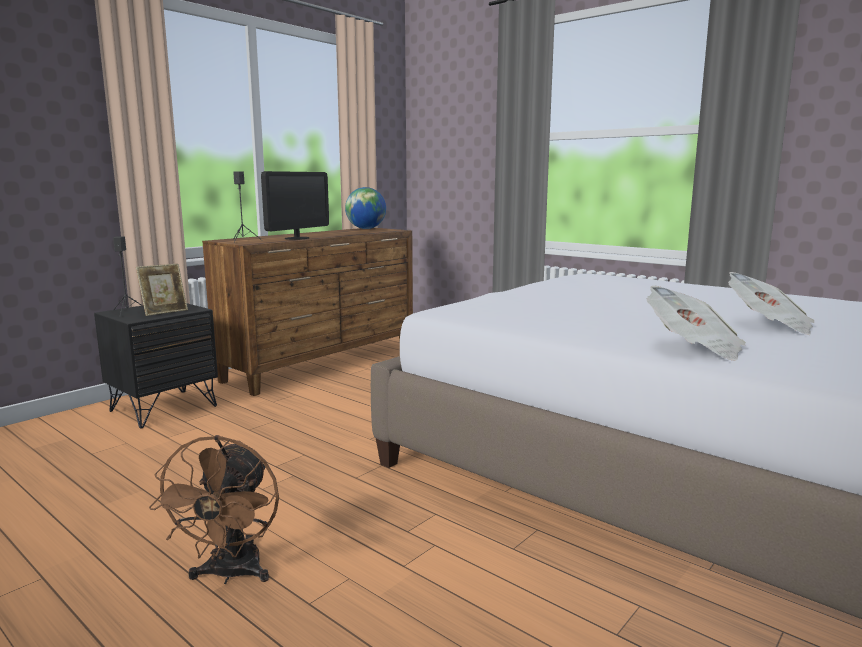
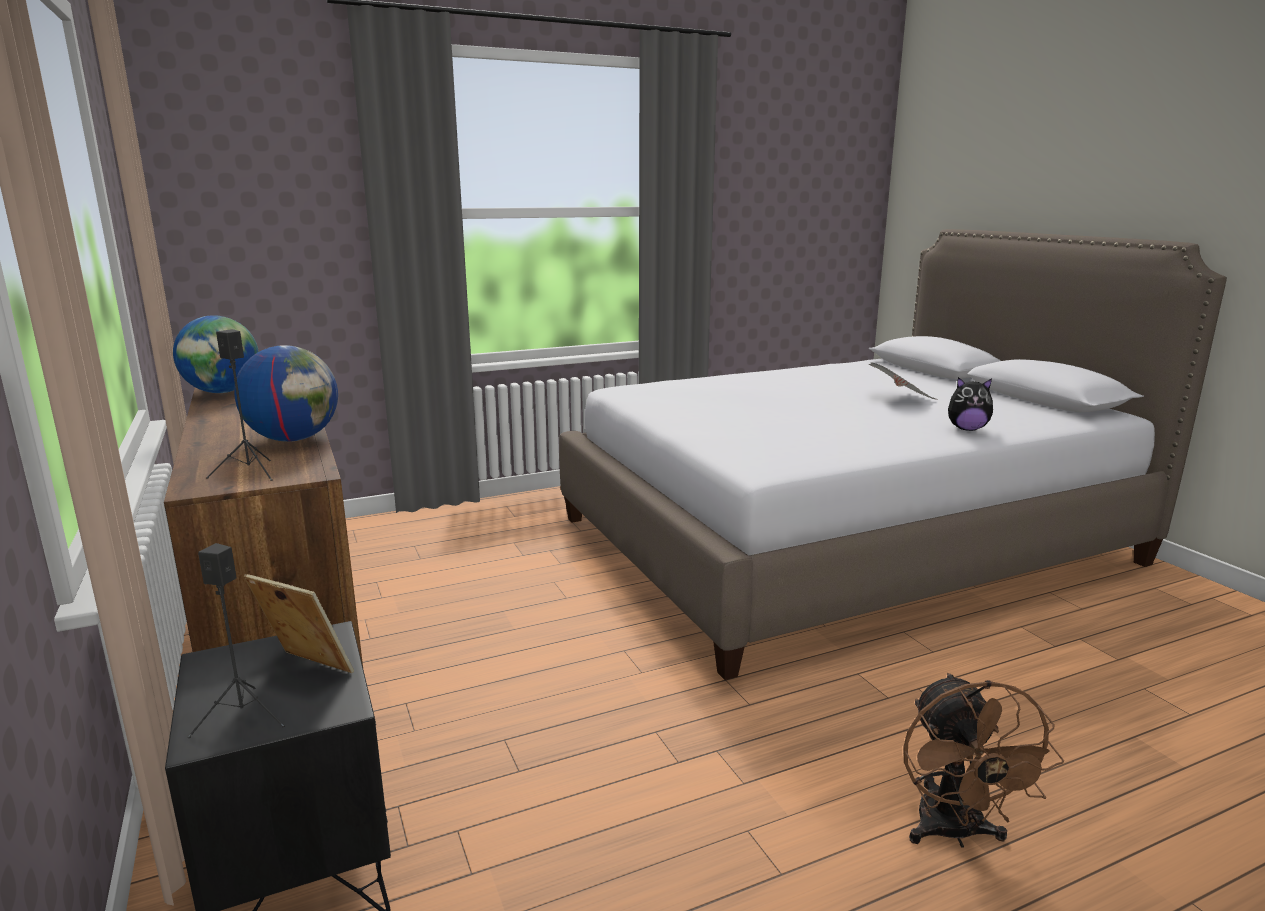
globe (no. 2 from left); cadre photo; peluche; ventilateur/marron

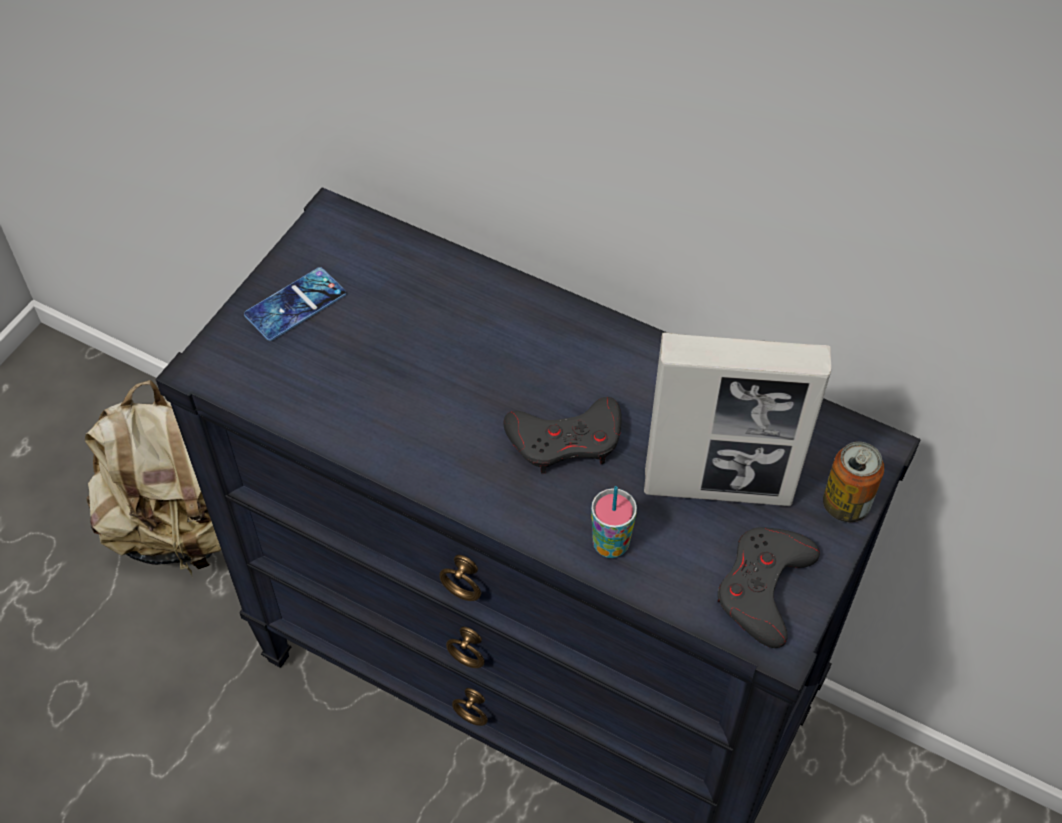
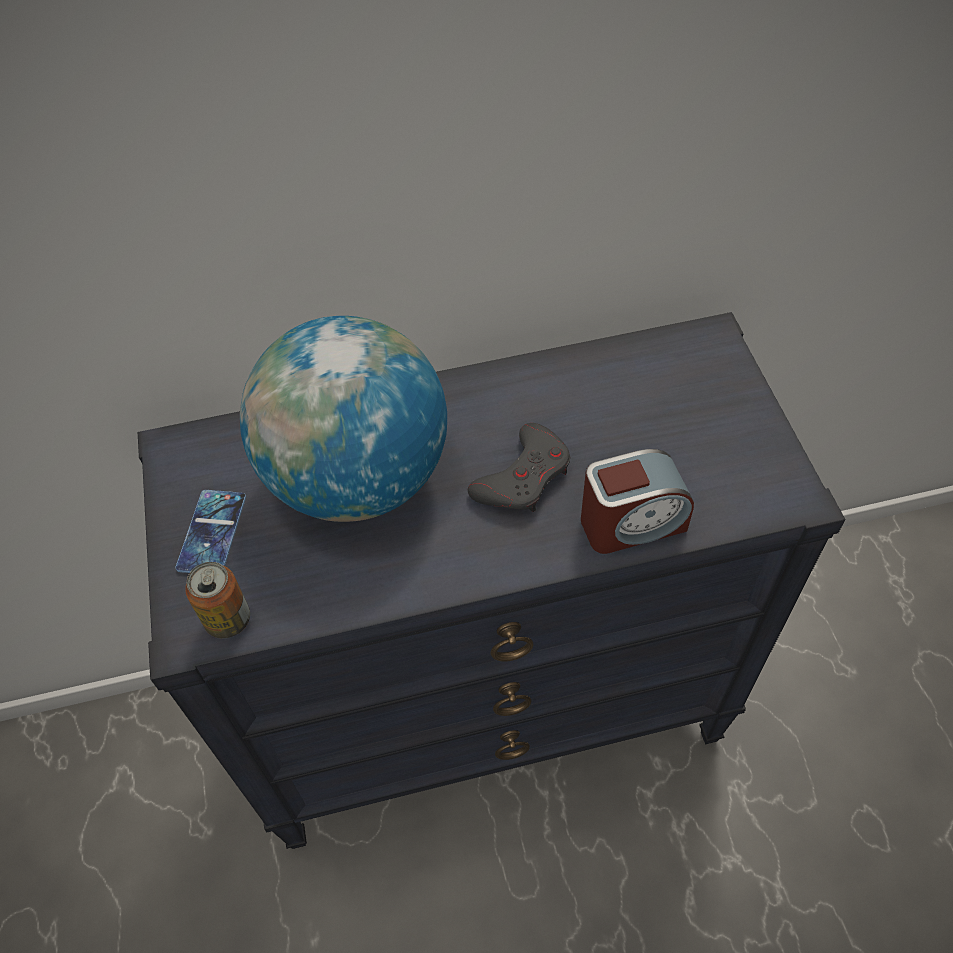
cadre photo; sac à dos/beige; boîte métallique; réveil; manette/gris (no. 2 from left in the first image); globe

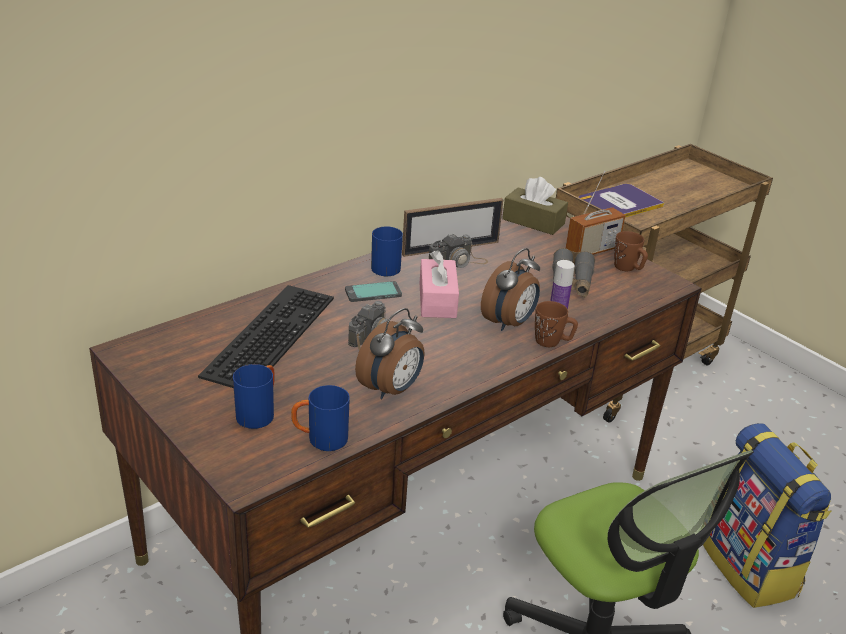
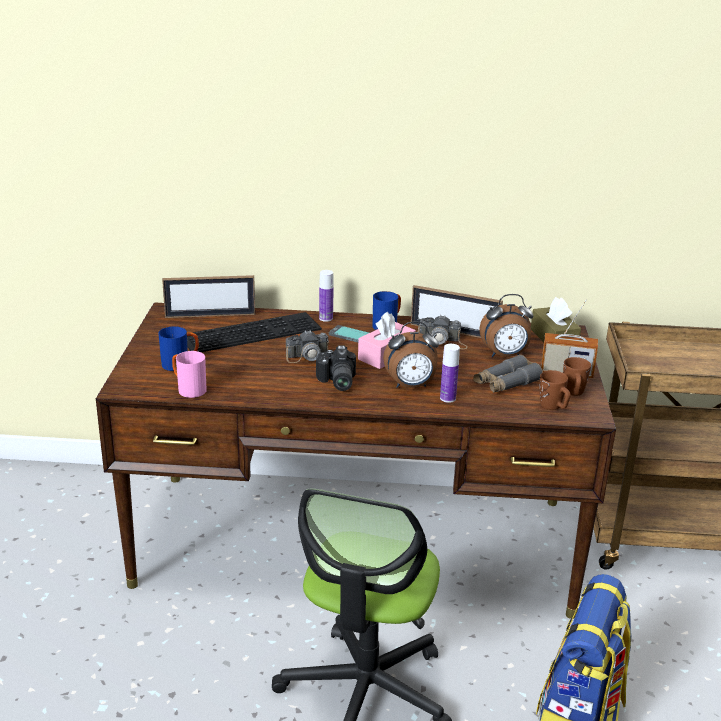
livre; mug/marron (no. 1 from left); réveil (no. 2 from left); mug/rose; bouteille (no. 1 from left); cadre photo (no. 1 from left); appareil photo (no. 2 from left)

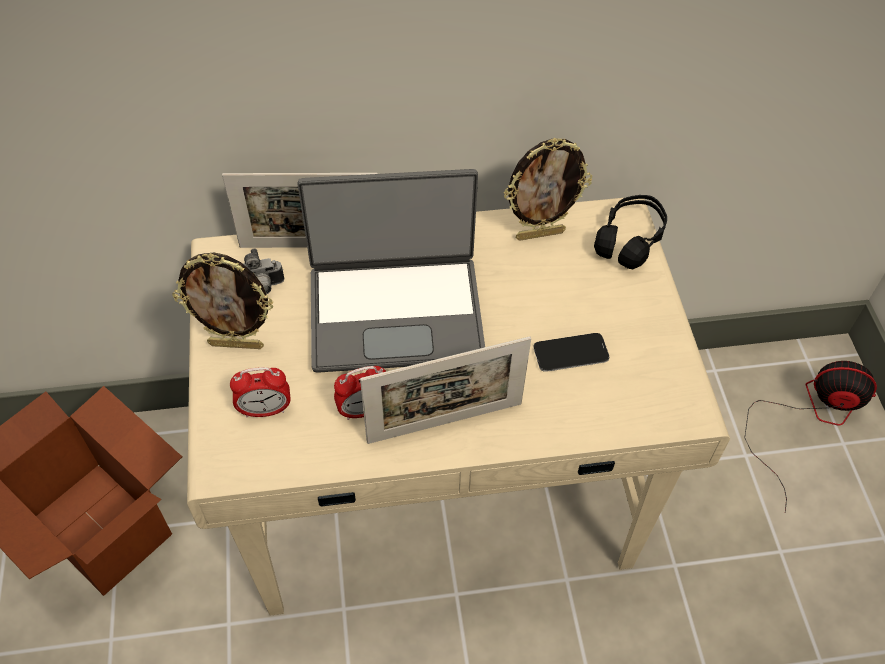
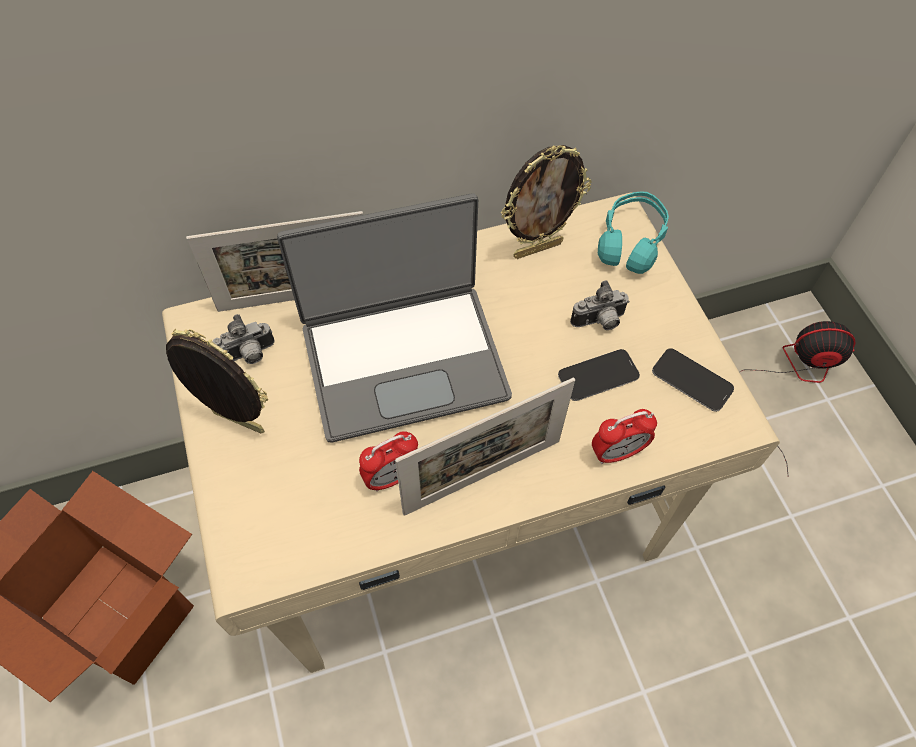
casque audio/turquoise; cadre photo (no. 1 from left); réveil (no. 2 from left); appareil photo (no. 2 from left); téléphone (no. 2 from left)

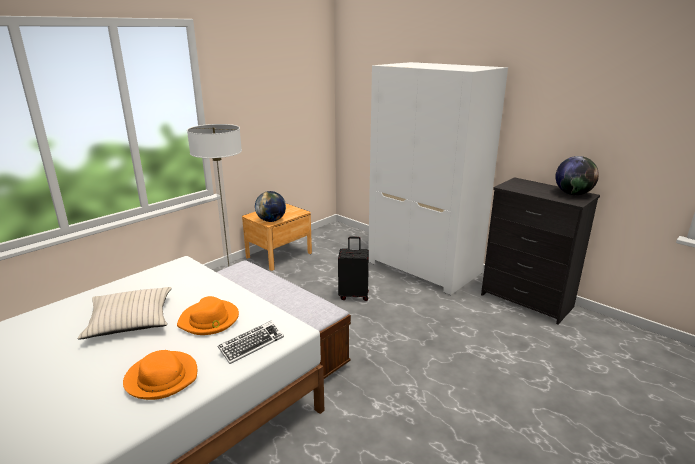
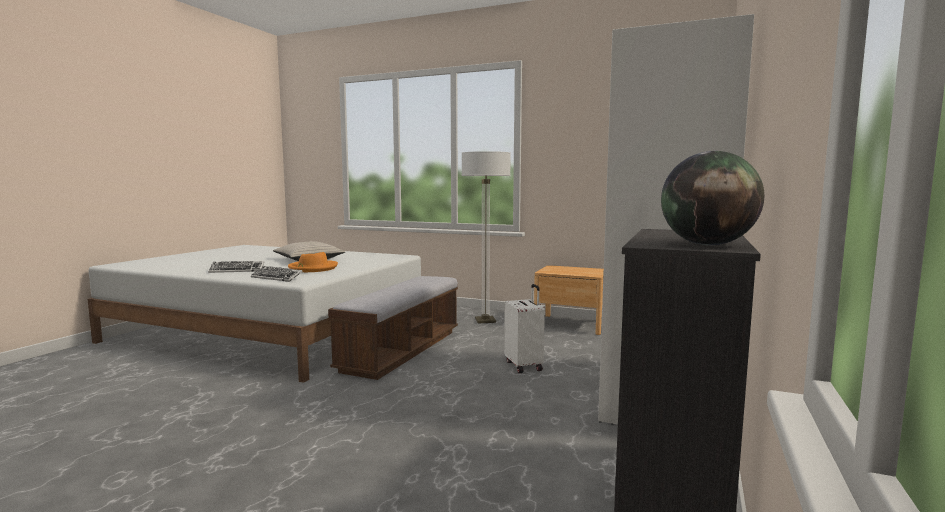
globe (no. 1 from left in the first image); valise/blanc; clavier (no. 1 from left)

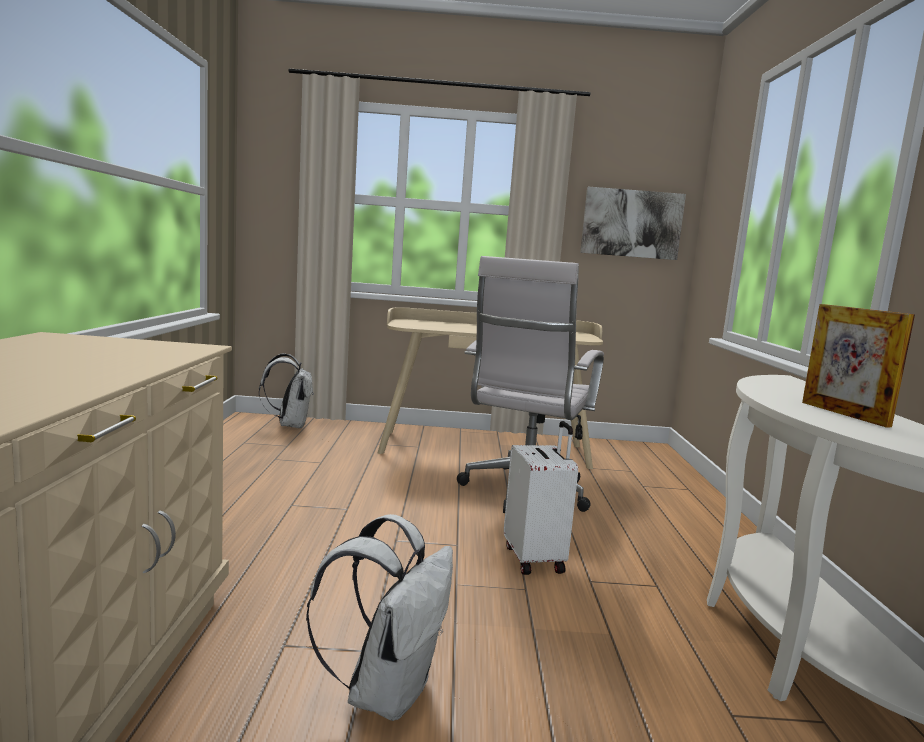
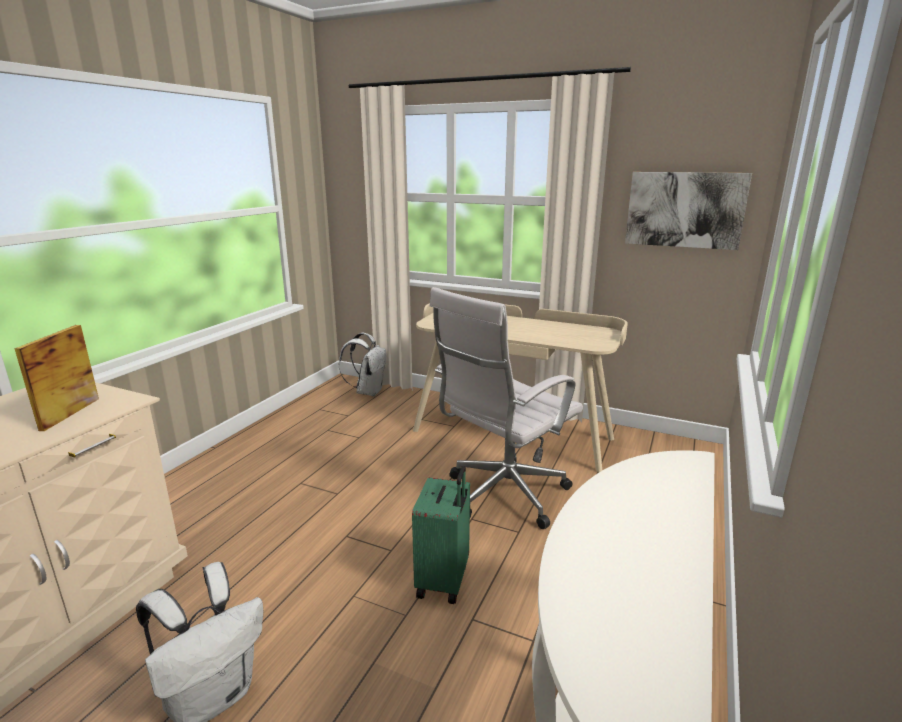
cadre photo; valise/vert

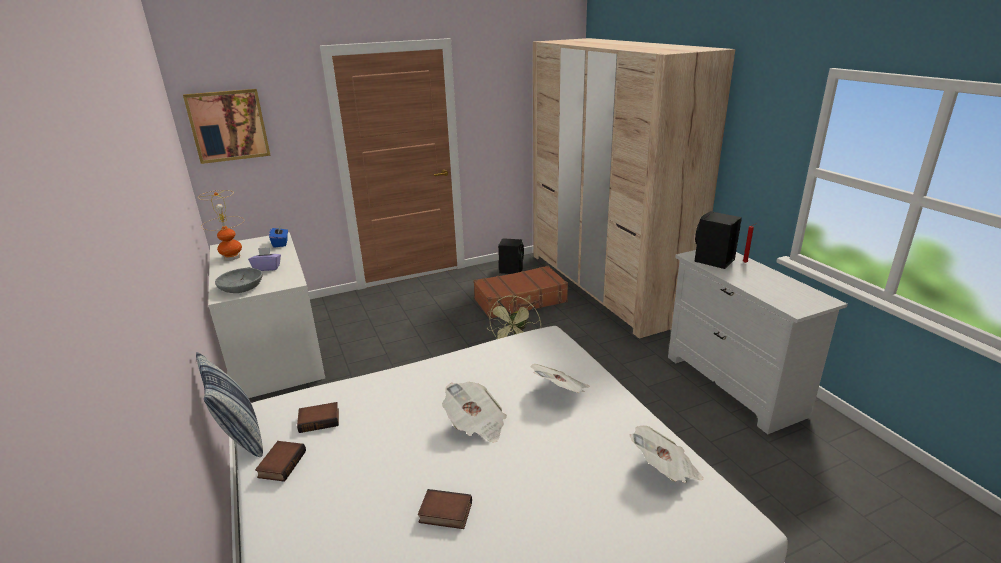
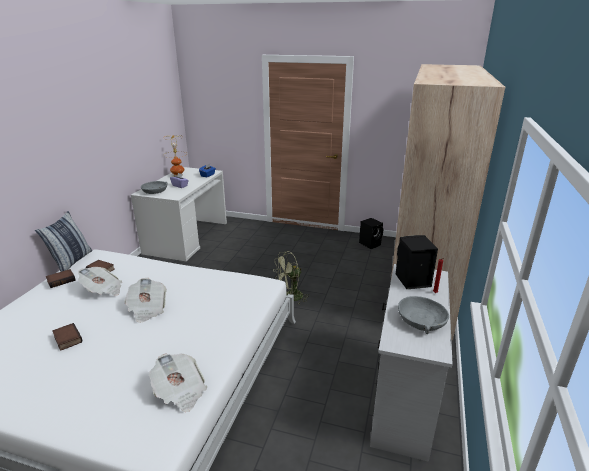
tableau; valise/marron; journal (no. 1 from left); bol/gris (no. 2 from left)

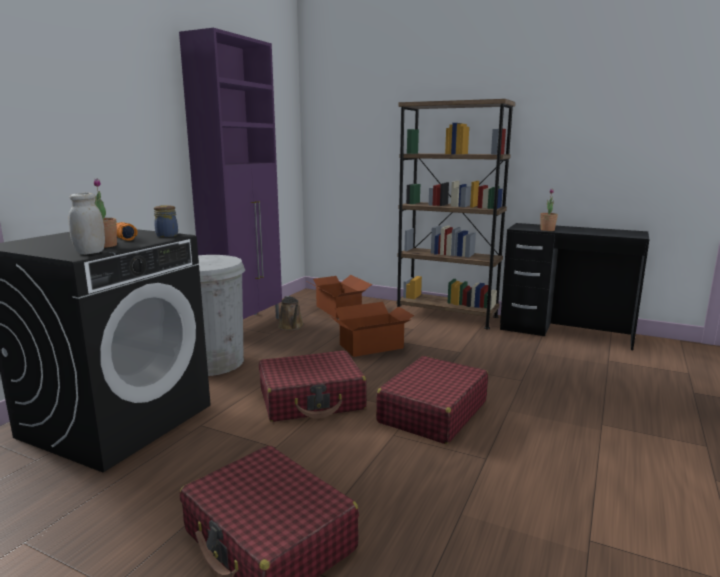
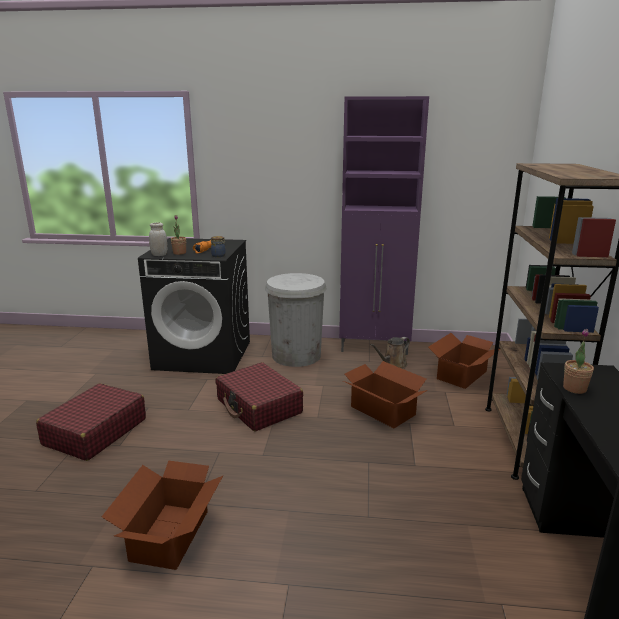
valise/rouge (no. 3 from left in the first image); carton (no. 1 from left)

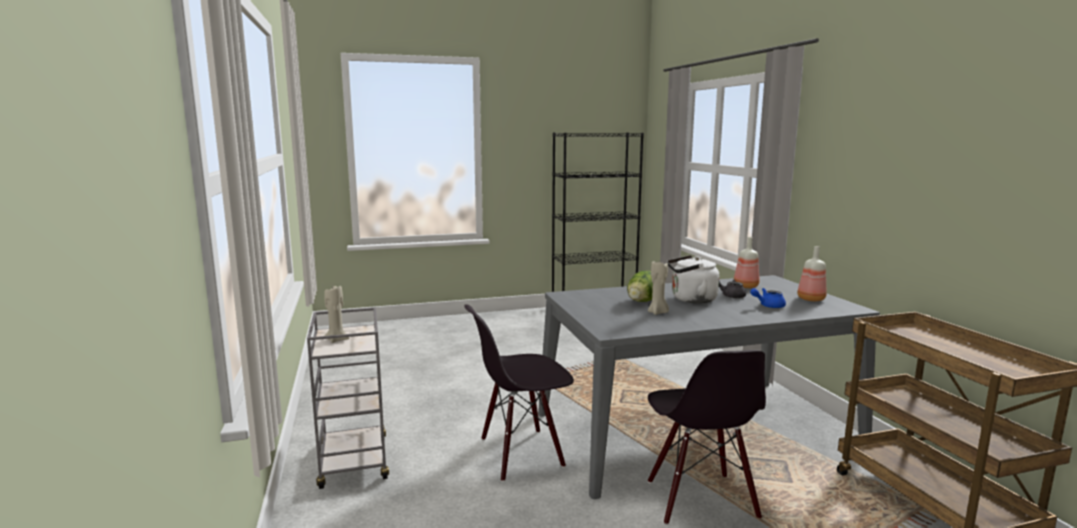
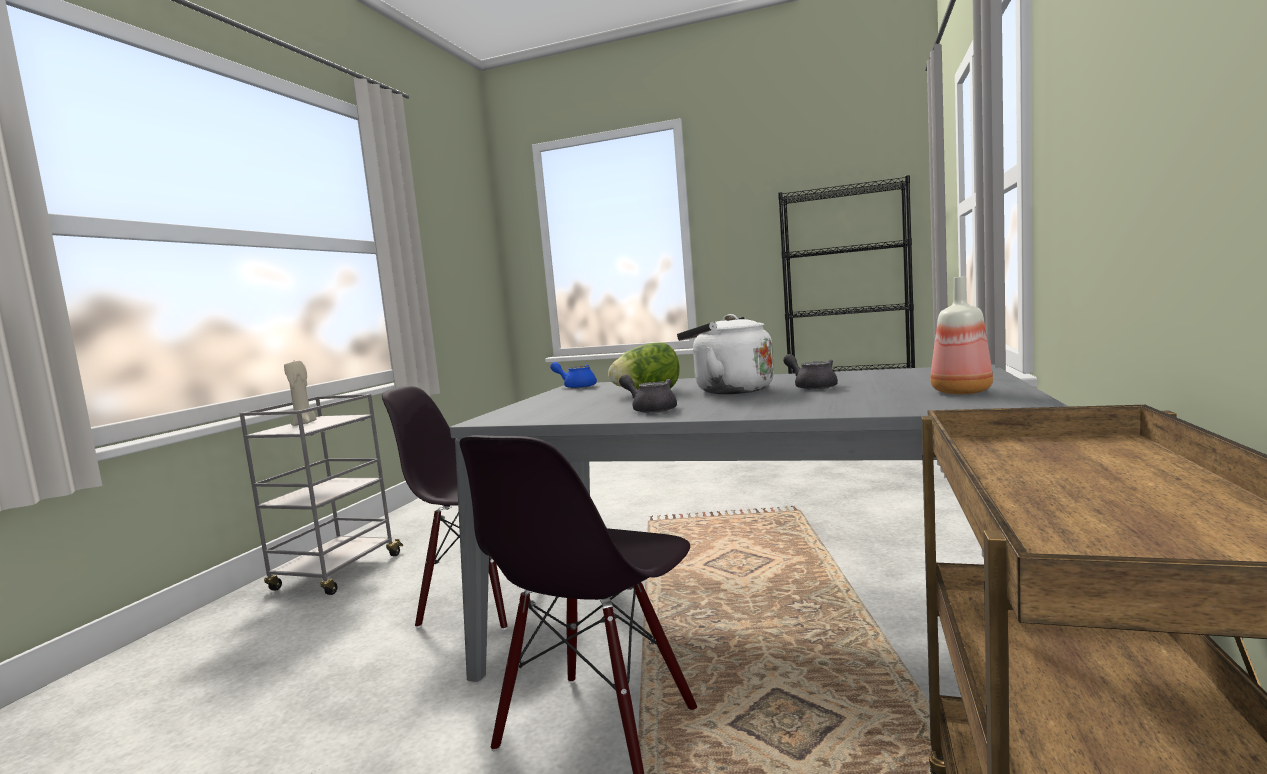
bouteille (no. 1 from left in the first image); bougie/beige (no. 2 from left in the first image); théière/bleu; théière/gris (no. 1 from left)

